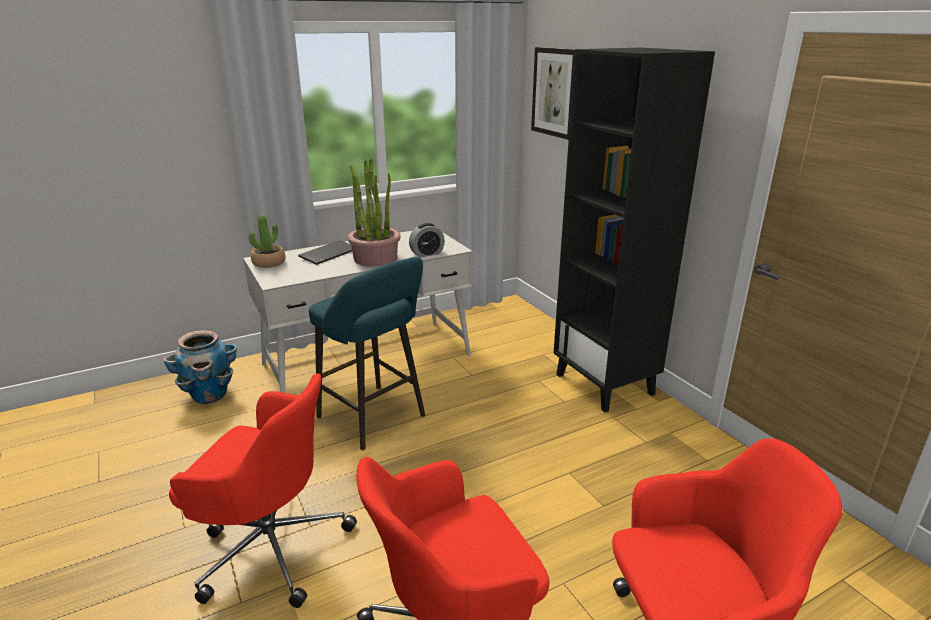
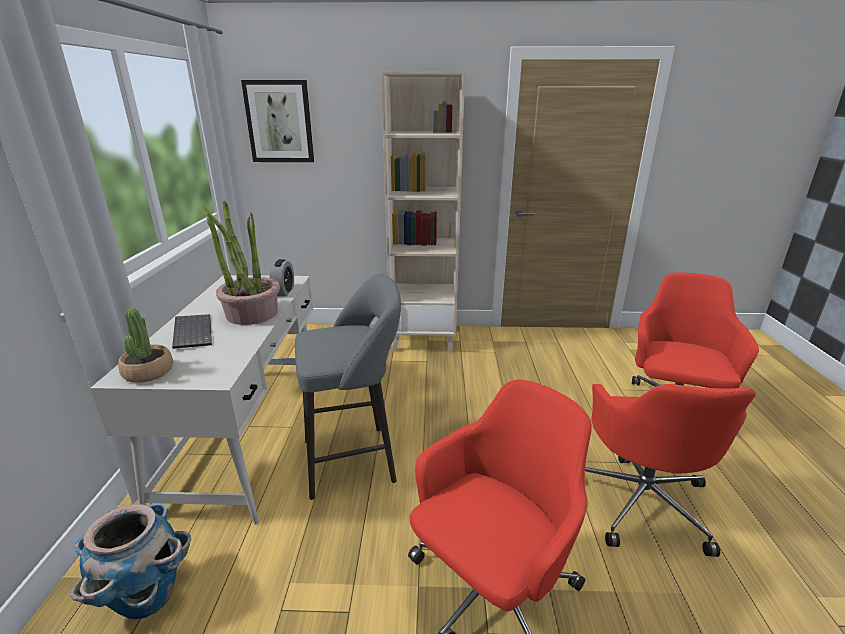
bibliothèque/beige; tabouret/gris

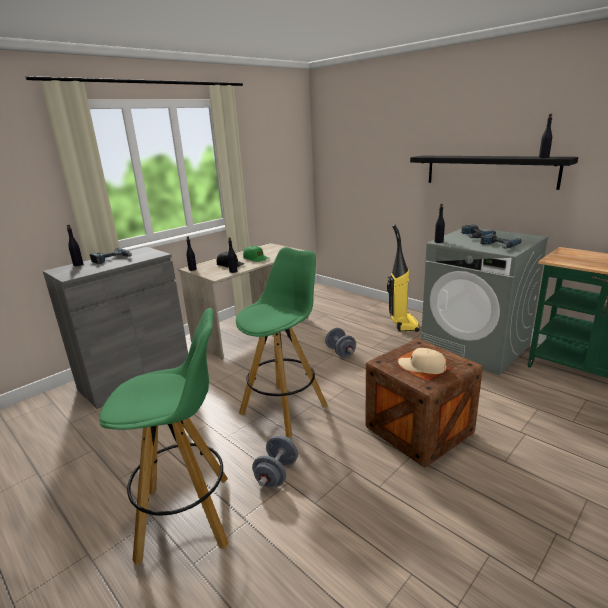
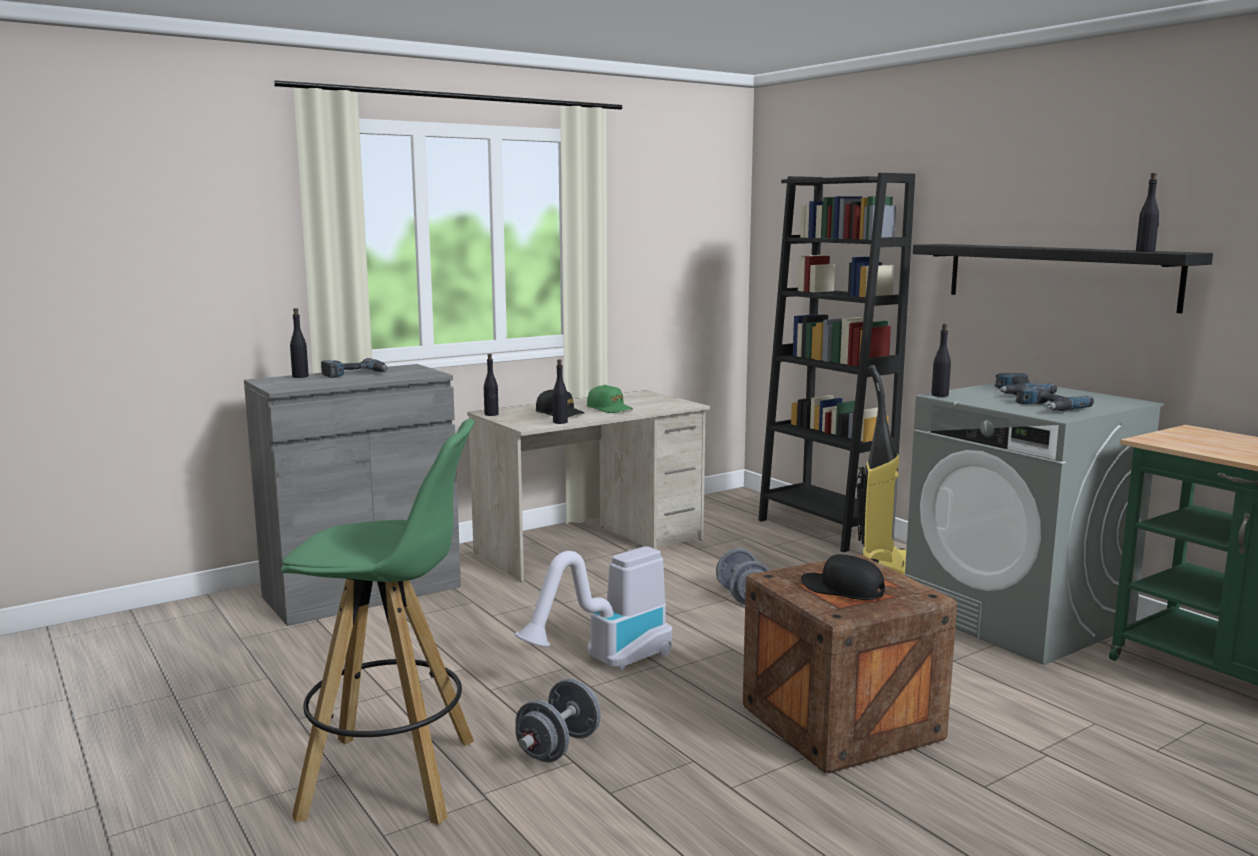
aspirateur (no. 1 from left); casquette/noir (no. 2 from left); bibliothèque/noir

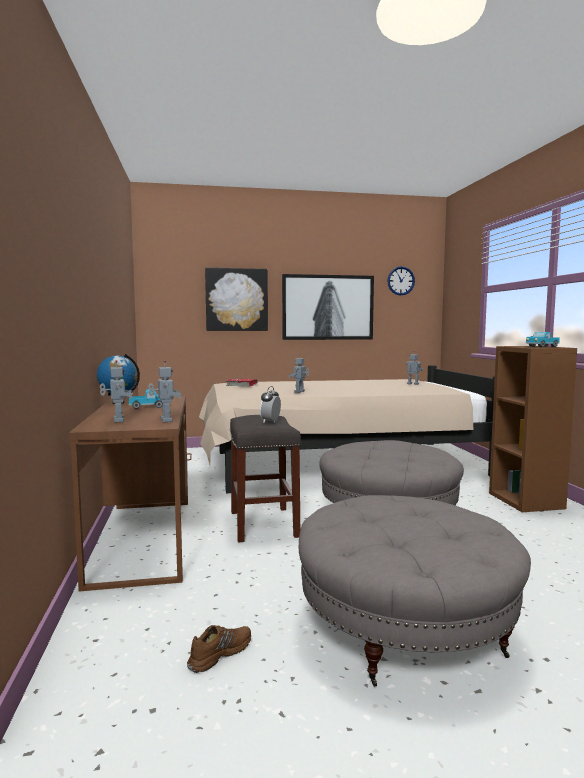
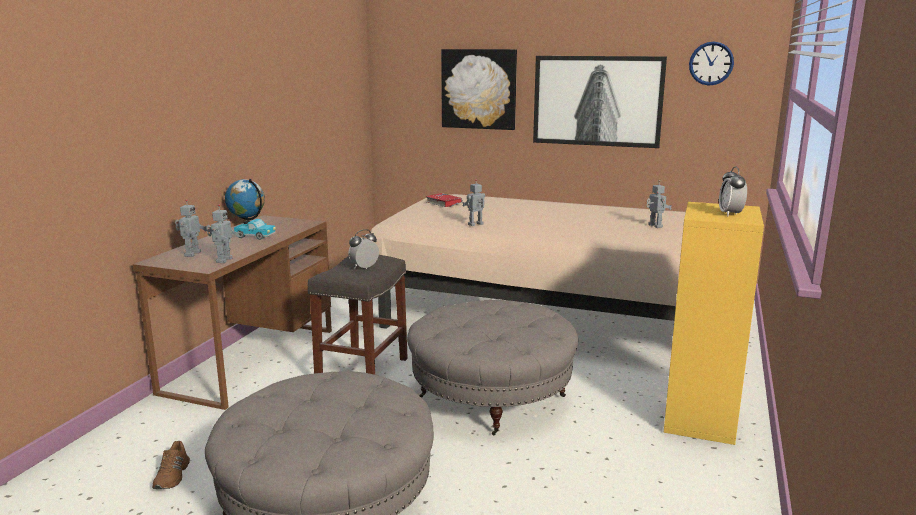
réveil (no. 2 from left); bibliothèque/jaune; chaussure/marron

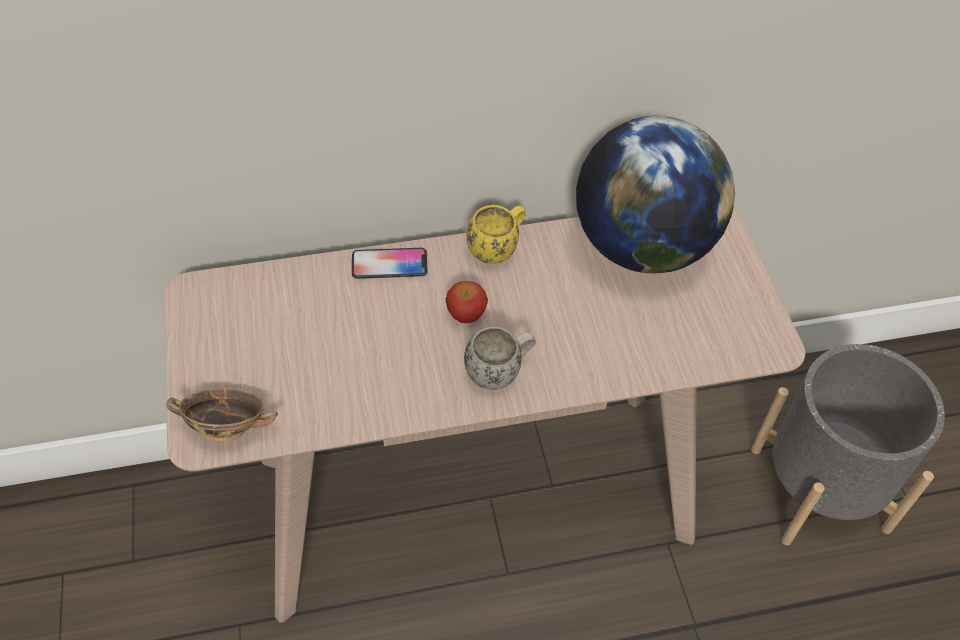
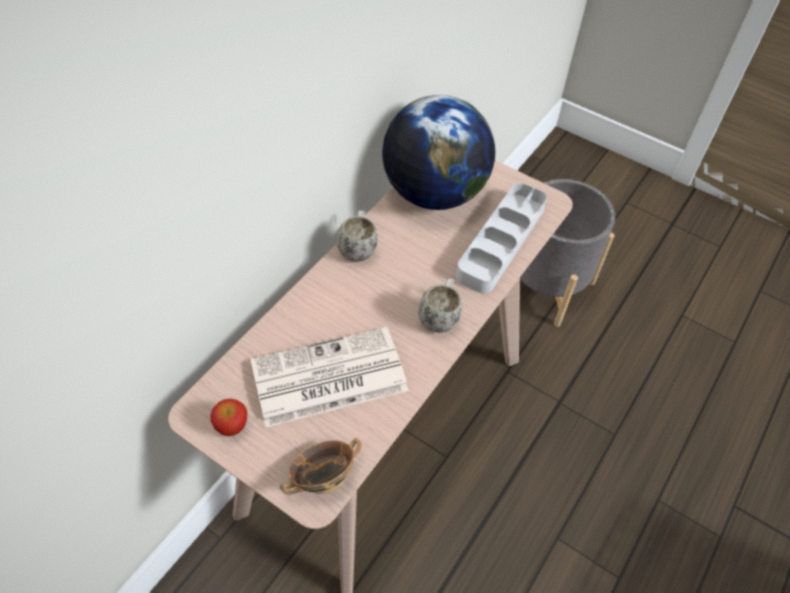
mug/blanc (no. 1 from left); téléphone; pomme; plateau/gris; journal

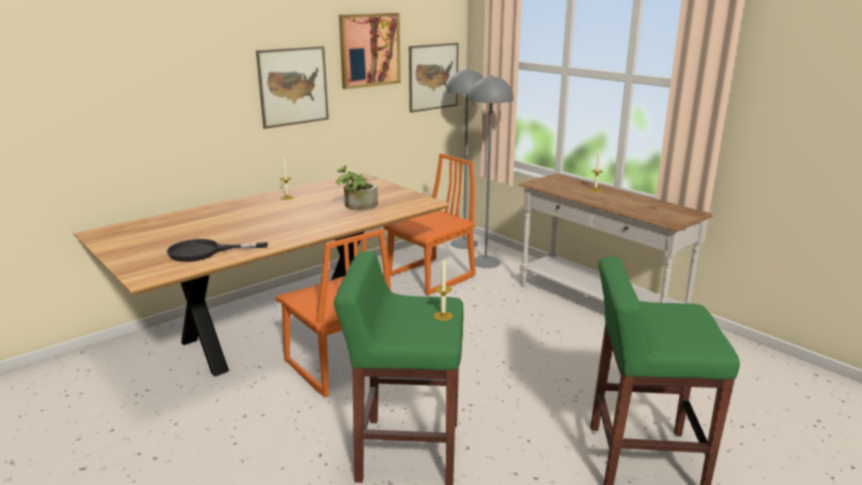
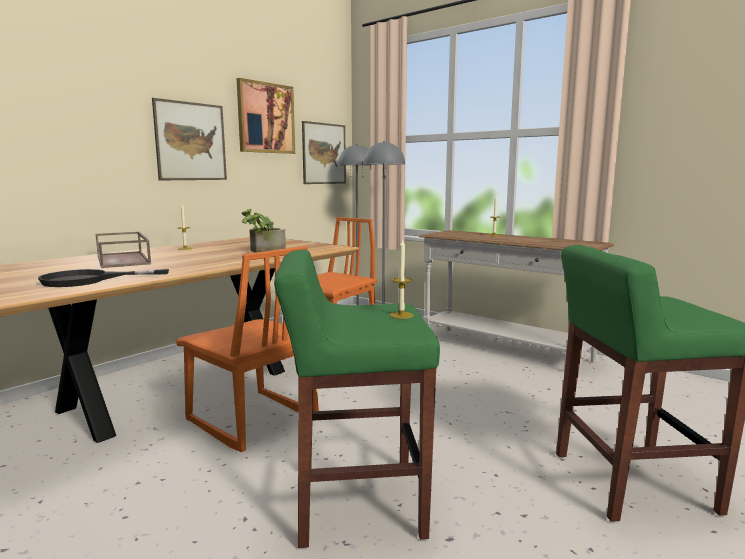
plateau/marron

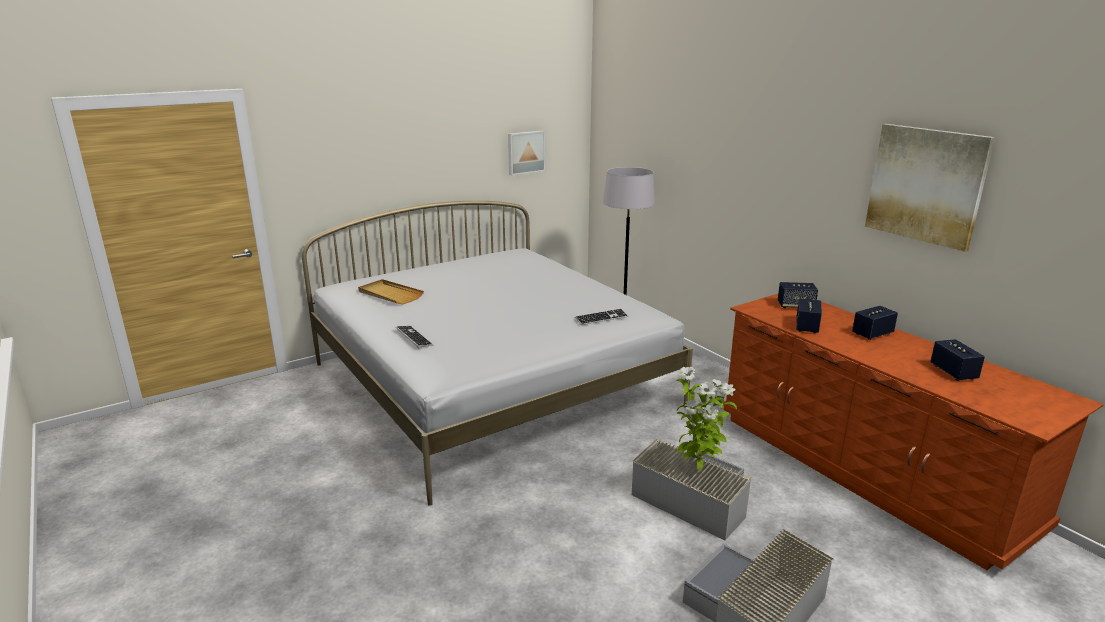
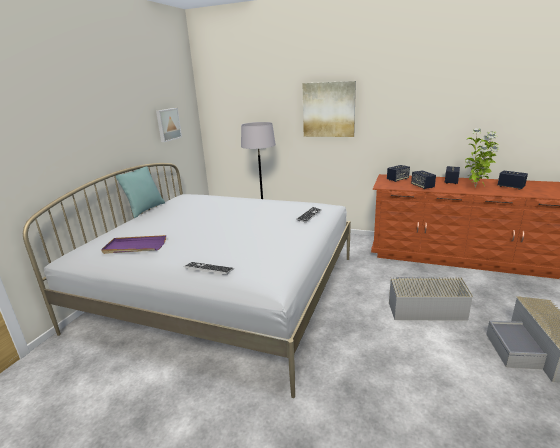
tableau (no. 2 from left); plateau/violet; plante en pot; coussin/turquoise

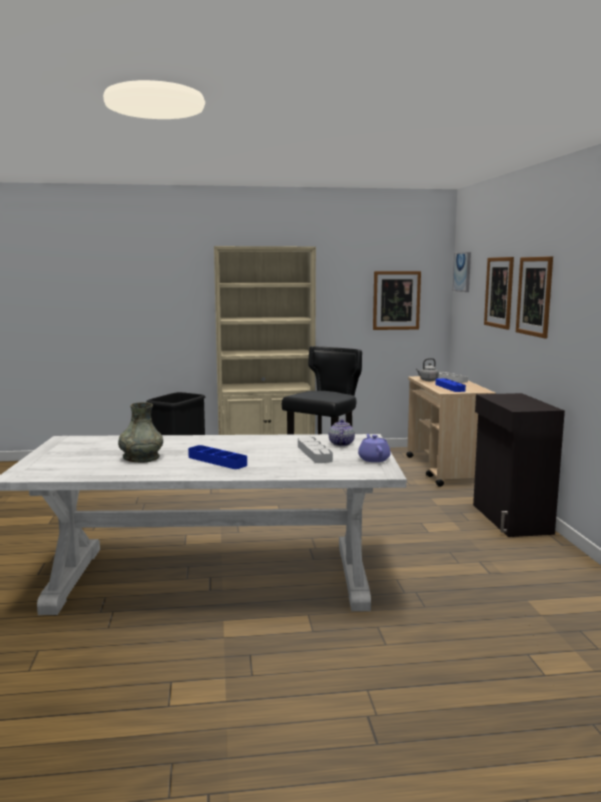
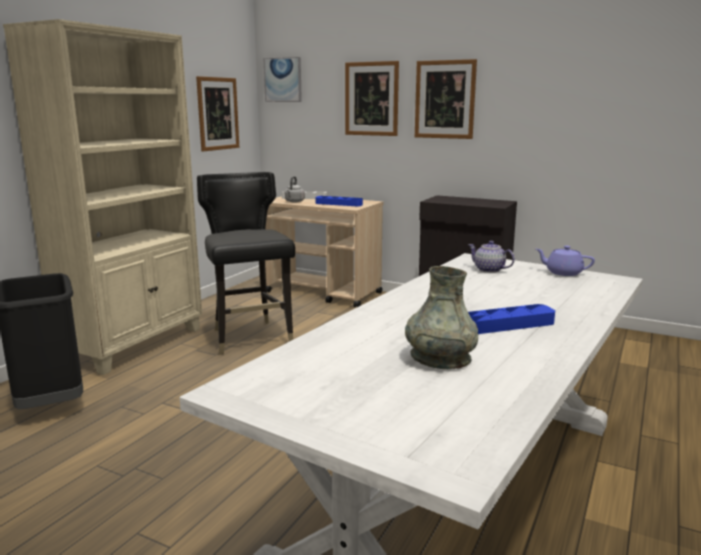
plateau/blanc (no. 1 from left in the first image)

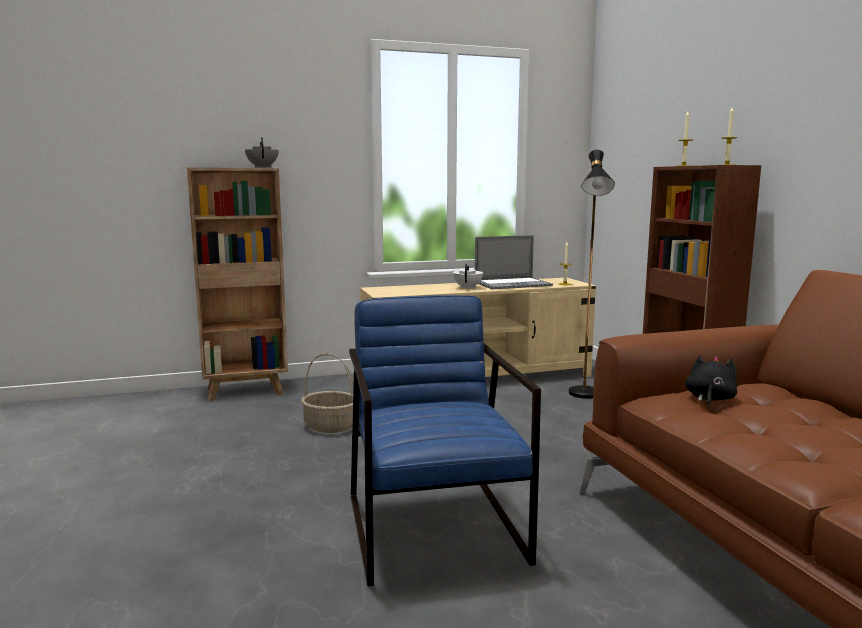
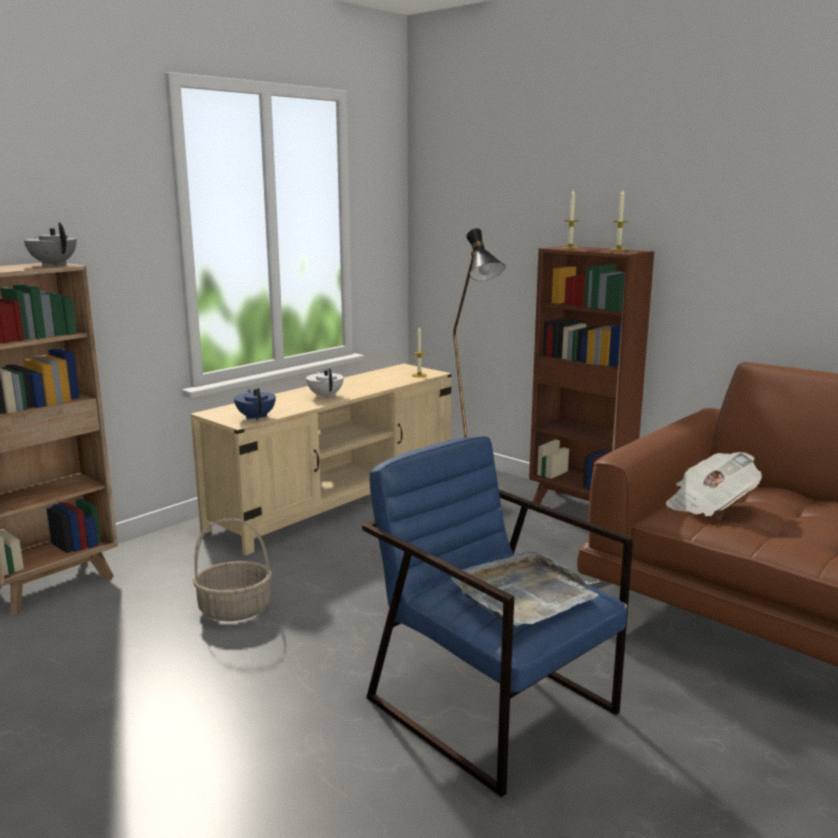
ordinateur portable; journal; théière/bleu; plateau/gris

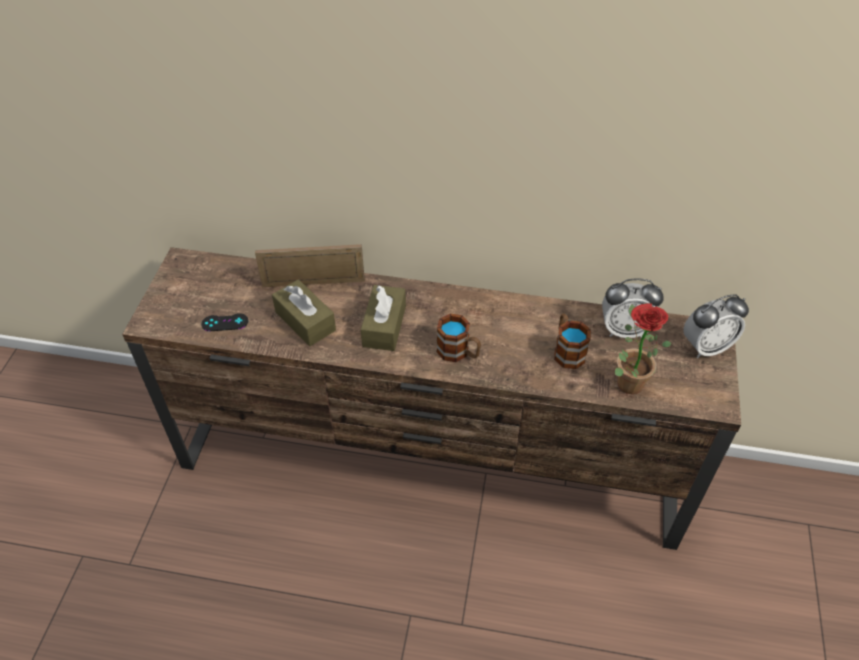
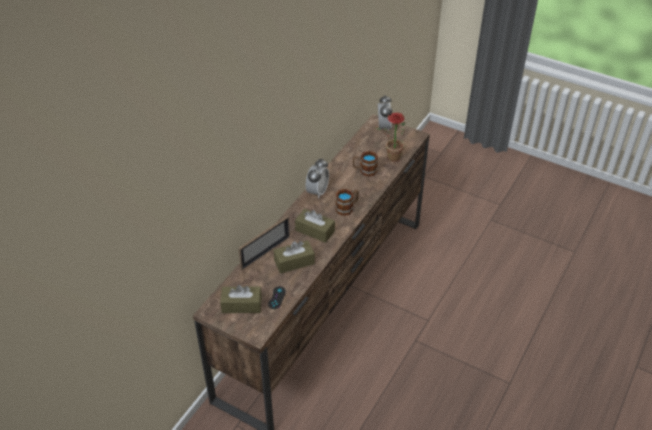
cadre photo; réveil (no. 1 from left); boîte à mouchoirs/marron (no. 1 from left)

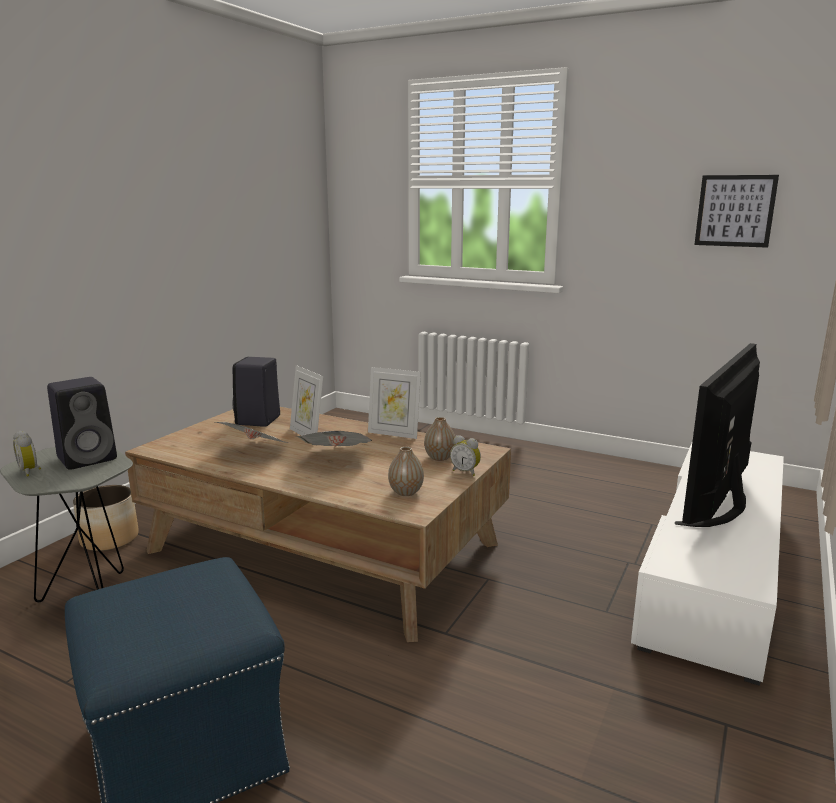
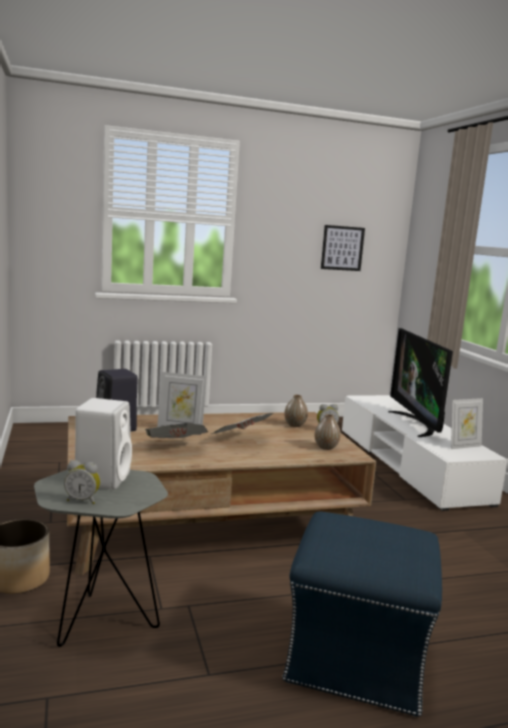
cadre photo (no. 2 from left); enceinte/blanc

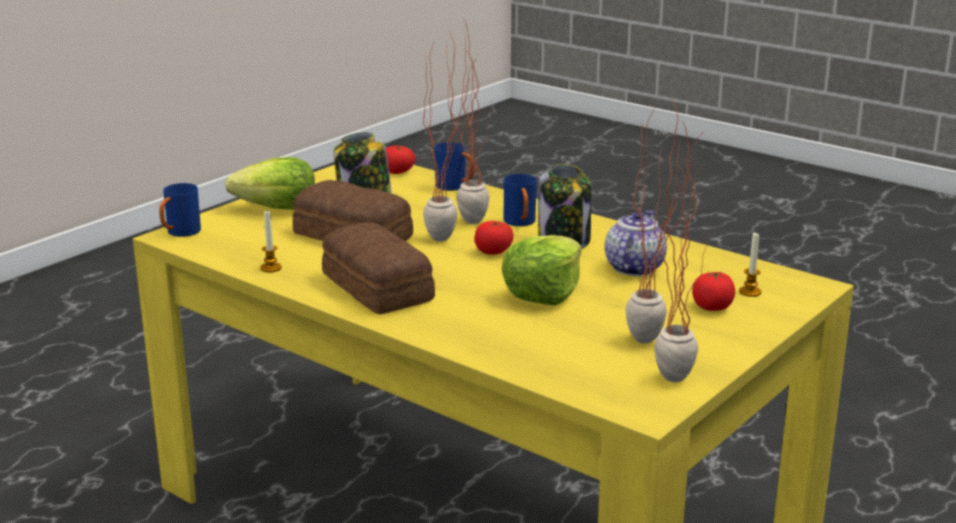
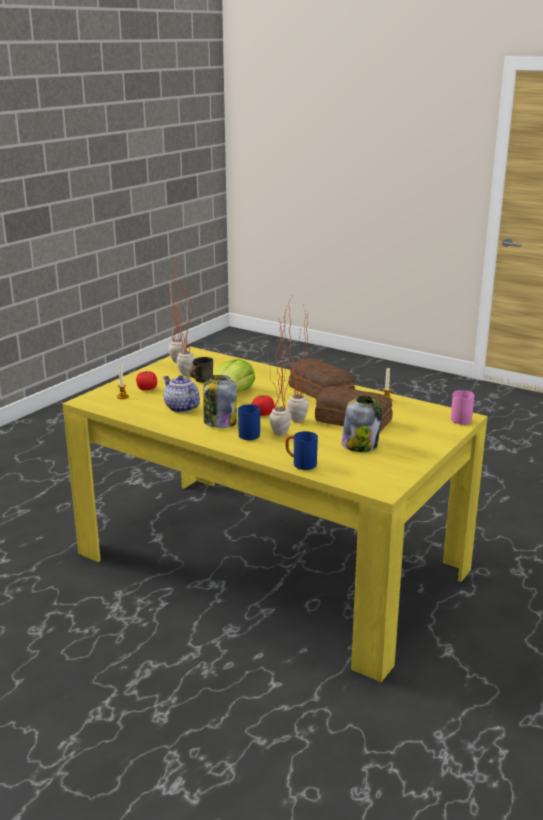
tomate (no. 1 from left in the first image); laitue (no. 1 from left in the first image); mug/rose; théière; mug/gris

